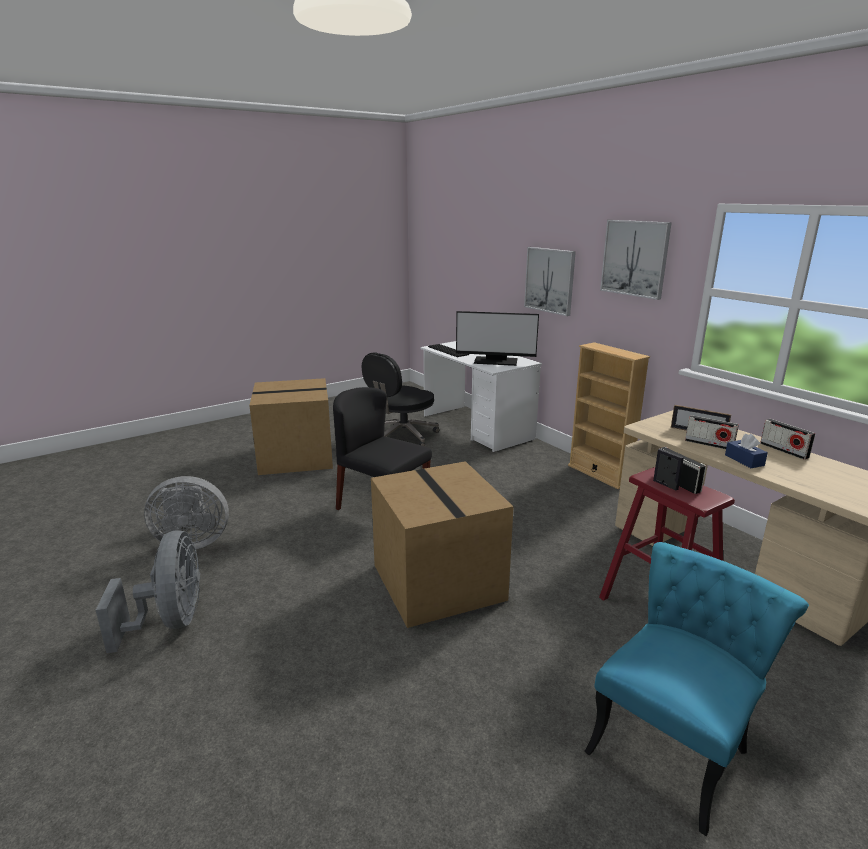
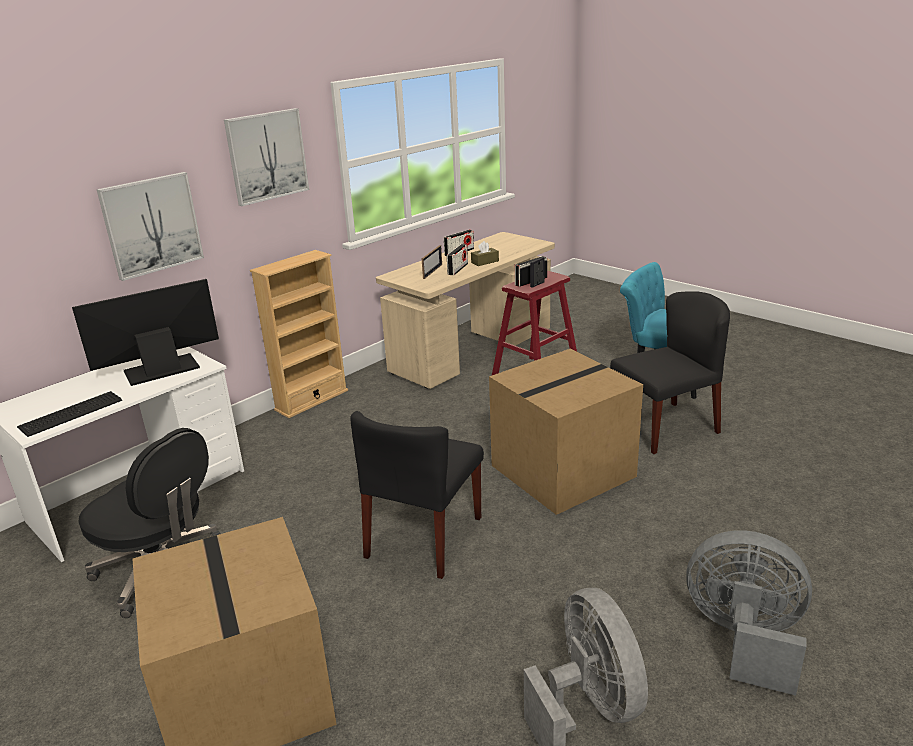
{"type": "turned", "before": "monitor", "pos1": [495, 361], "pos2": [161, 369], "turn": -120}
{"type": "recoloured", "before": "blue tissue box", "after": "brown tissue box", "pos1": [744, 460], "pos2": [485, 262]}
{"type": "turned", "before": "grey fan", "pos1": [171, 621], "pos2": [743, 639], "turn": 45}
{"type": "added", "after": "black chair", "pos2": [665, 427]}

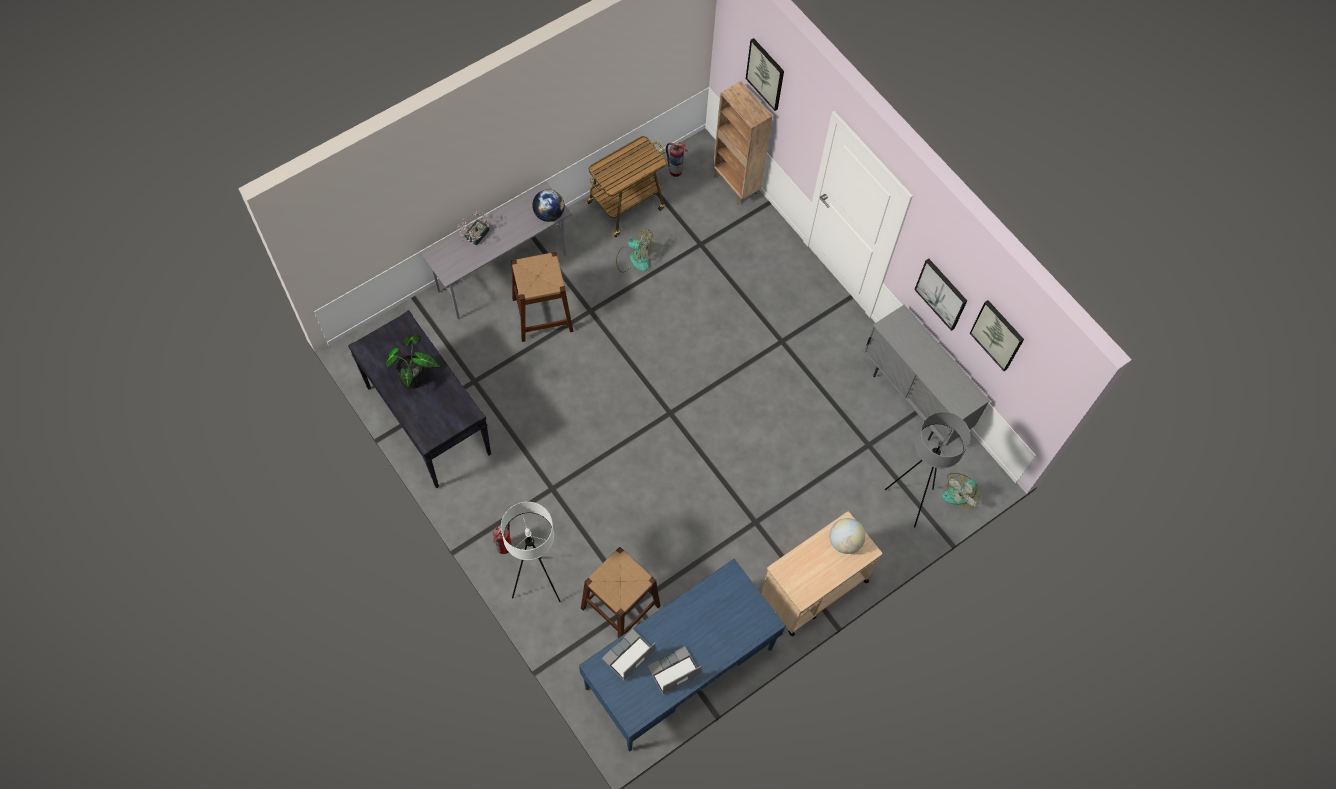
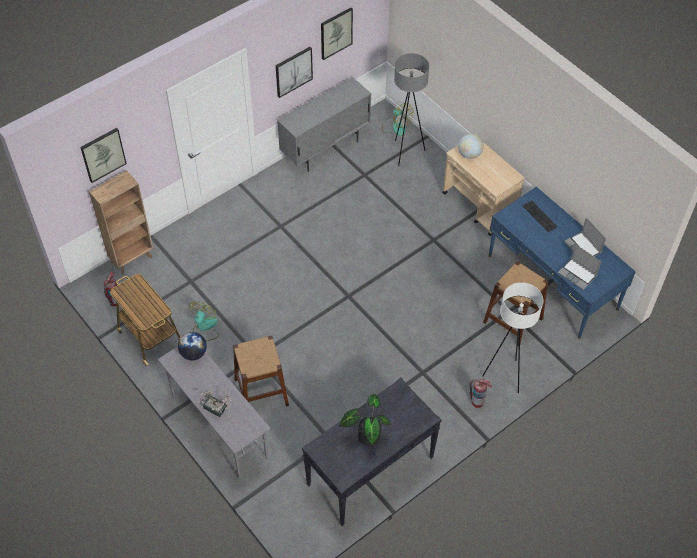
{"type": "added", "after": "keyboard", "pos2": [540, 216]}

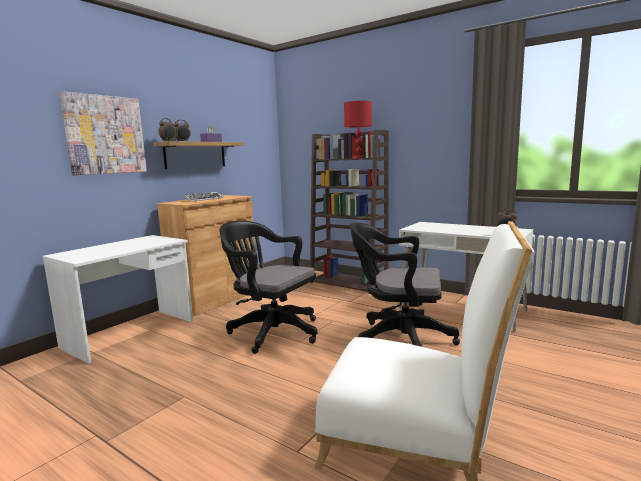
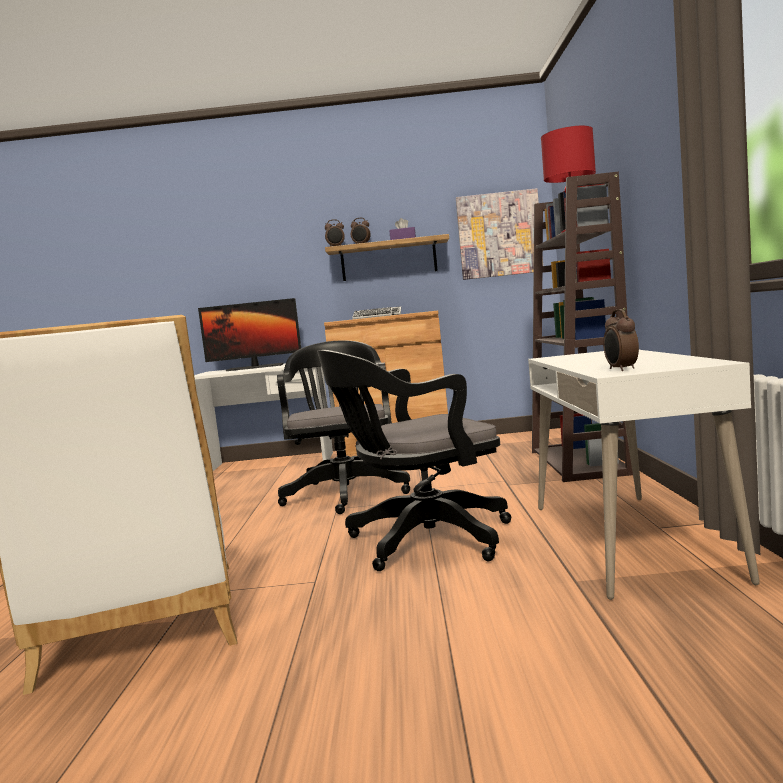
{"type": "moved", "before": "picture", "pos1": [105, 135], "pos2": [499, 234]}
{"type": "turned", "before": "black office chair", "pos1": [399, 339], "pos2": [421, 541], "turn": -90}
{"type": "added", "after": "monitor", "pos2": [255, 367]}

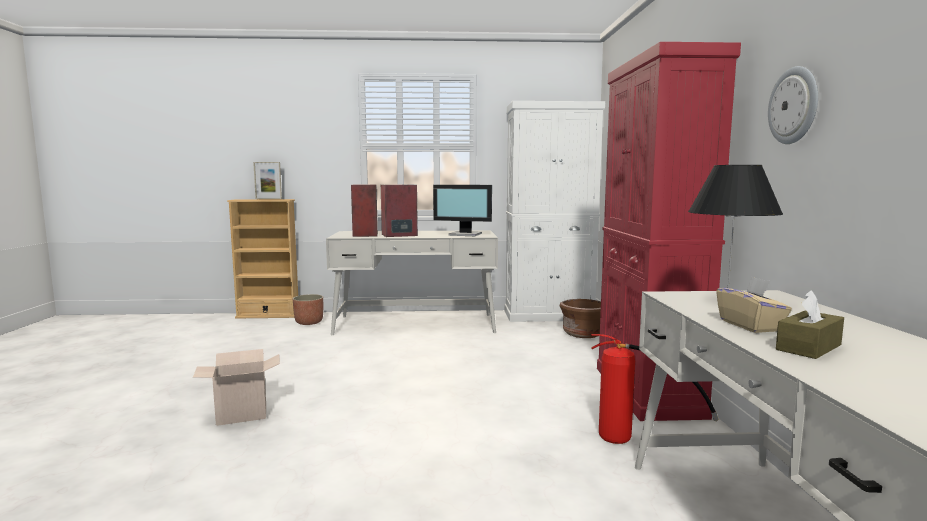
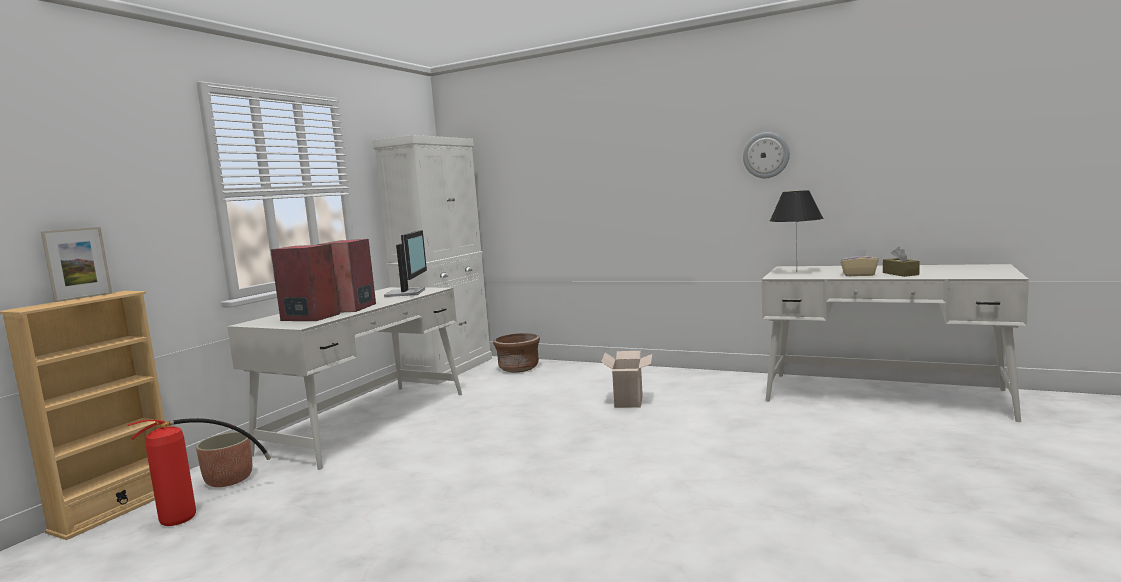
{"type": "removed", "before": "red cabinet", "pos1": [647, 391]}
{"type": "turned", "before": "monitor", "pos1": [465, 234], "pos2": [407, 293], "turn": -45}
{"type": "moved", "before": "fire extinguisher", "pos1": [634, 440], "pos2": [199, 511]}
{"type": "moved", "before": "cardboard box", "pos1": [240, 416], "pos2": [629, 402]}

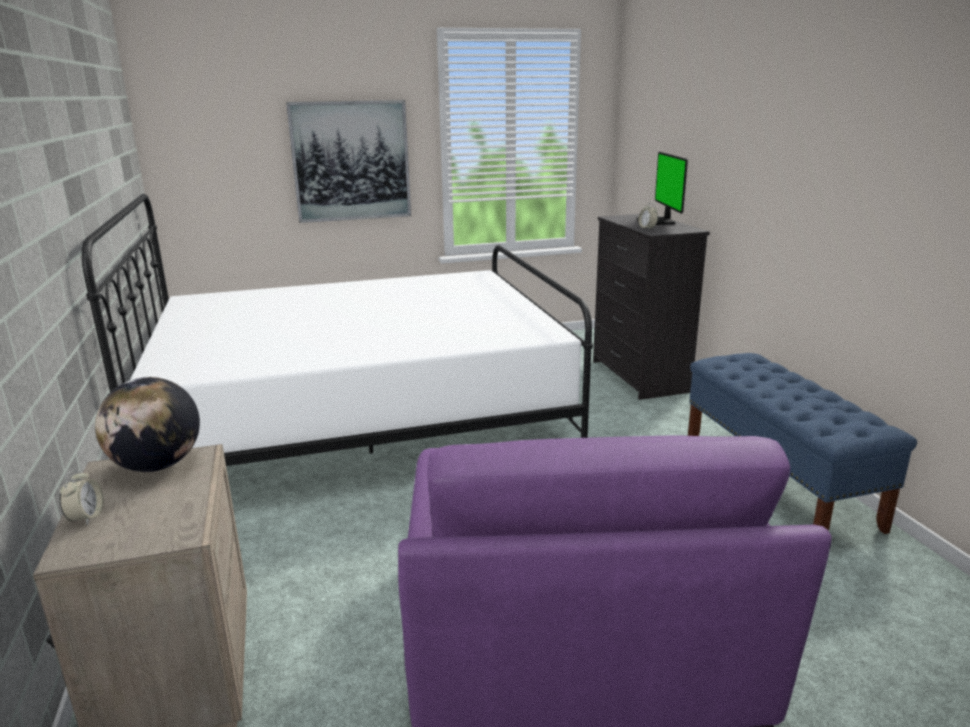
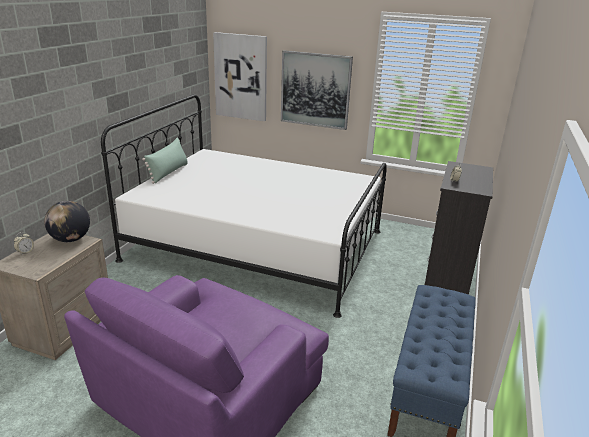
{"type": "removed", "before": "monitor", "pos1": [657, 222]}
{"type": "added", "after": "picture", "pos2": [241, 77]}
{"type": "added", "after": "green pillow", "pos2": [168, 172]}

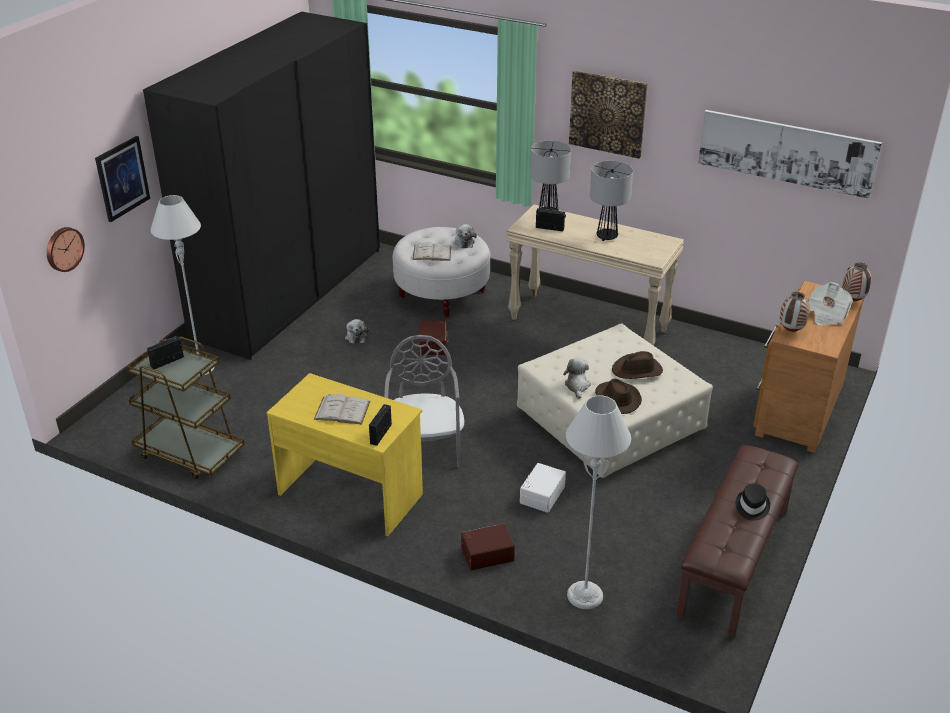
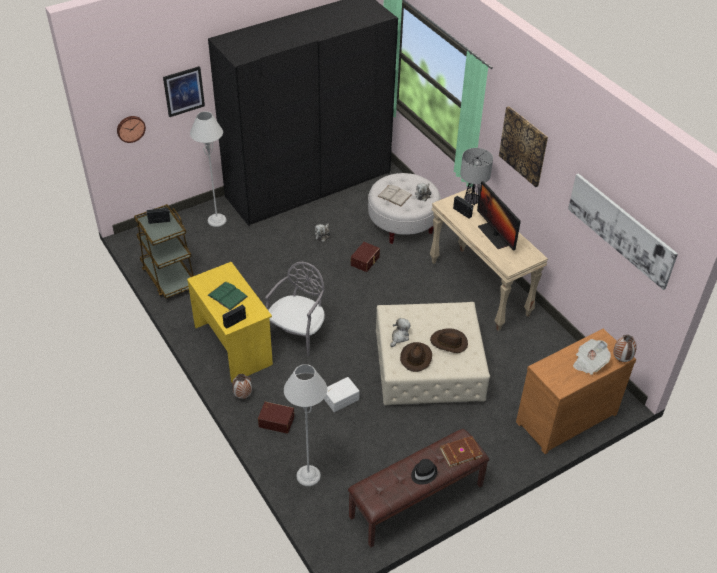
{"type": "replaced", "before": "table lamp", "after": "monitor", "pos1": [607, 237], "pos2": [495, 235]}
{"type": "moved", "before": "vase", "pos1": [791, 331], "pos2": [243, 396]}
{"type": "recoloured", "before": "white book", "after": "green book", "pos1": [342, 410], "pos2": [227, 296]}
{"type": "added", "after": "brown book", "pos2": [460, 452]}

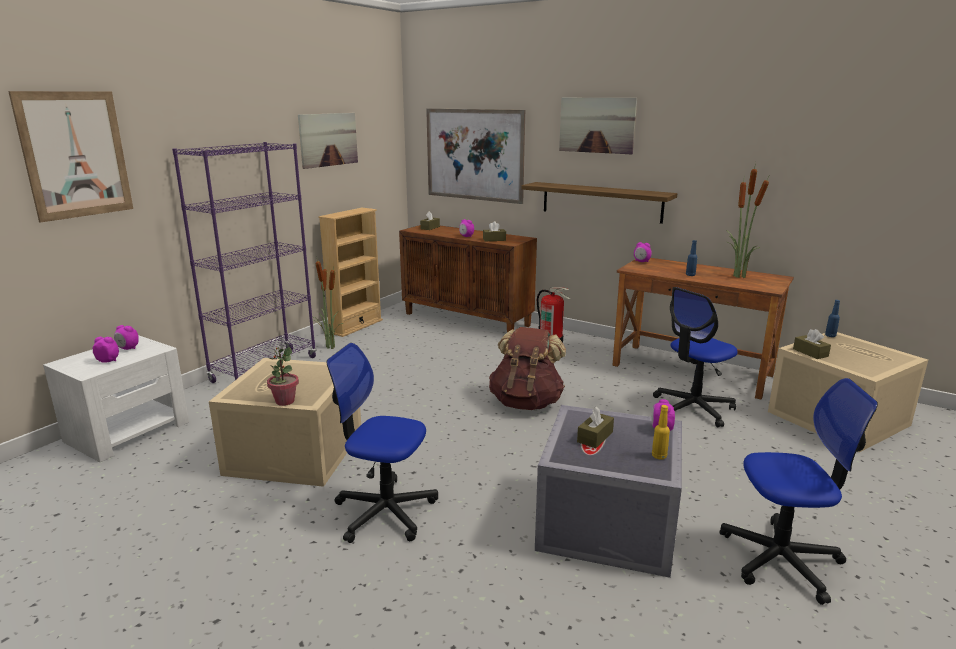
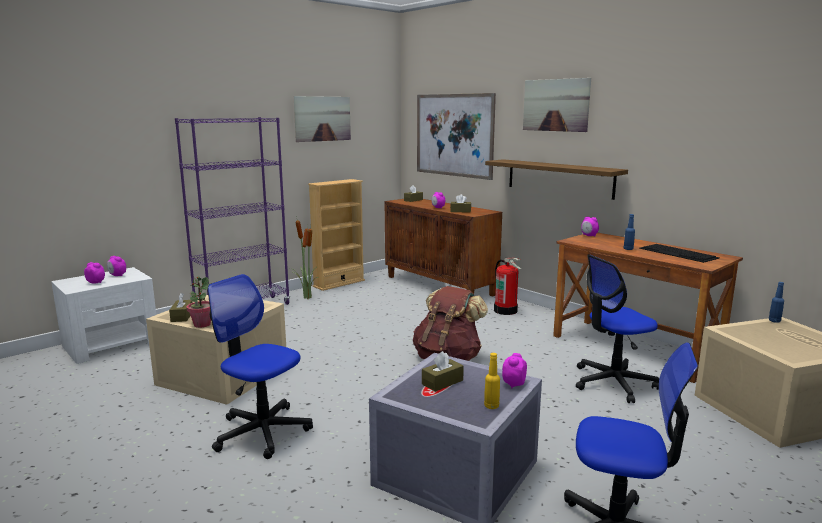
{"type": "removed", "before": "picture", "pos1": [75, 155]}
{"type": "replaced", "before": "potted plant", "after": "keyboard", "pos1": [738, 276], "pos2": [679, 253]}
{"type": "moved", "before": "brown tissue box", "pos1": [810, 352], "pos2": [182, 316]}

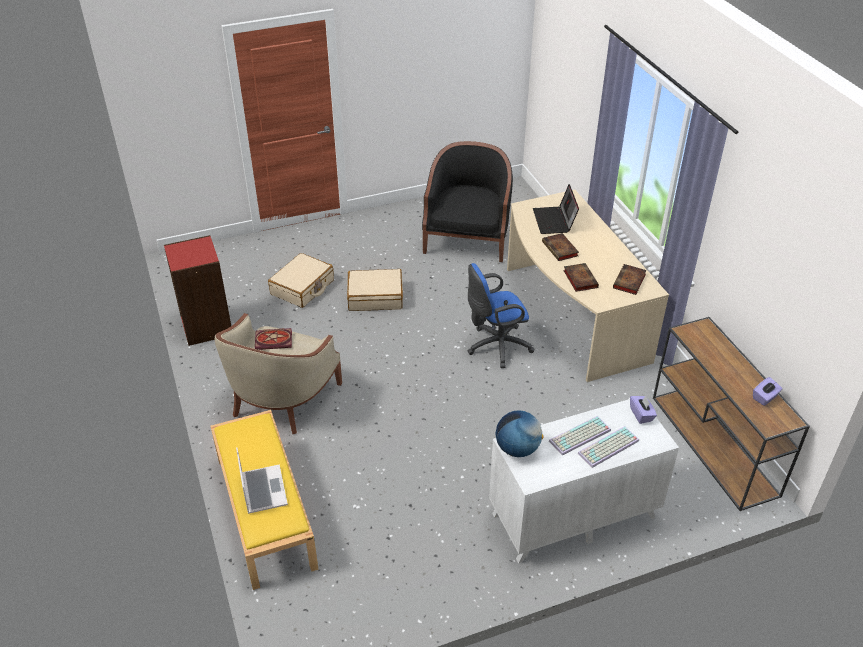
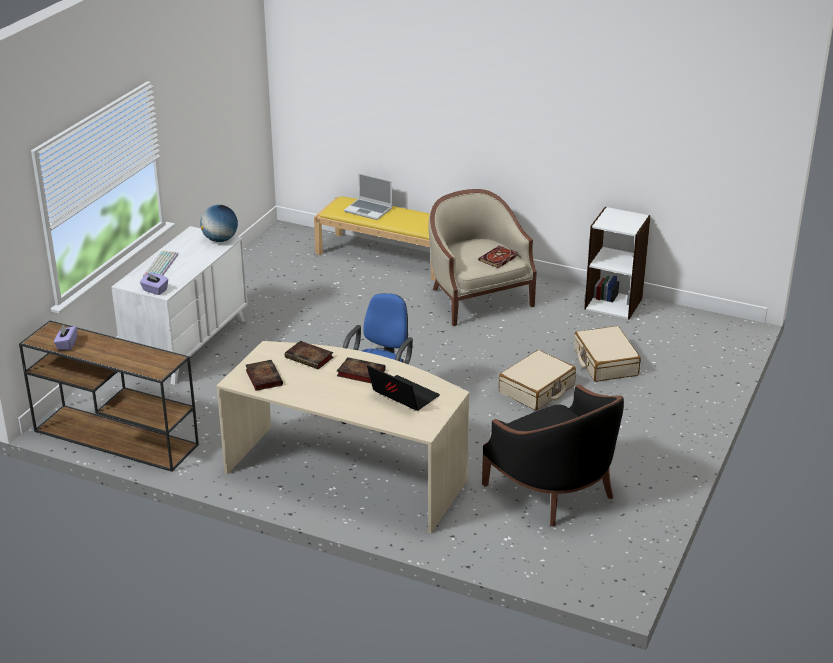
{"type": "recoloured", "before": "red bookcase", "after": "white bookcase", "pos1": [206, 326], "pos2": [613, 303]}
{"type": "removed", "before": "keyboard", "pos1": [580, 437]}

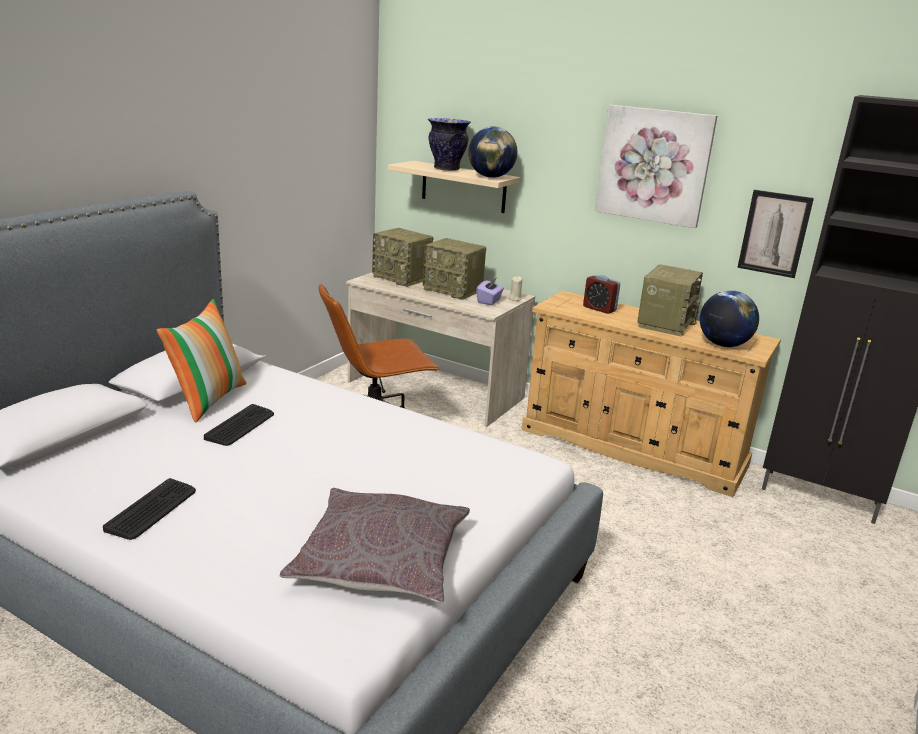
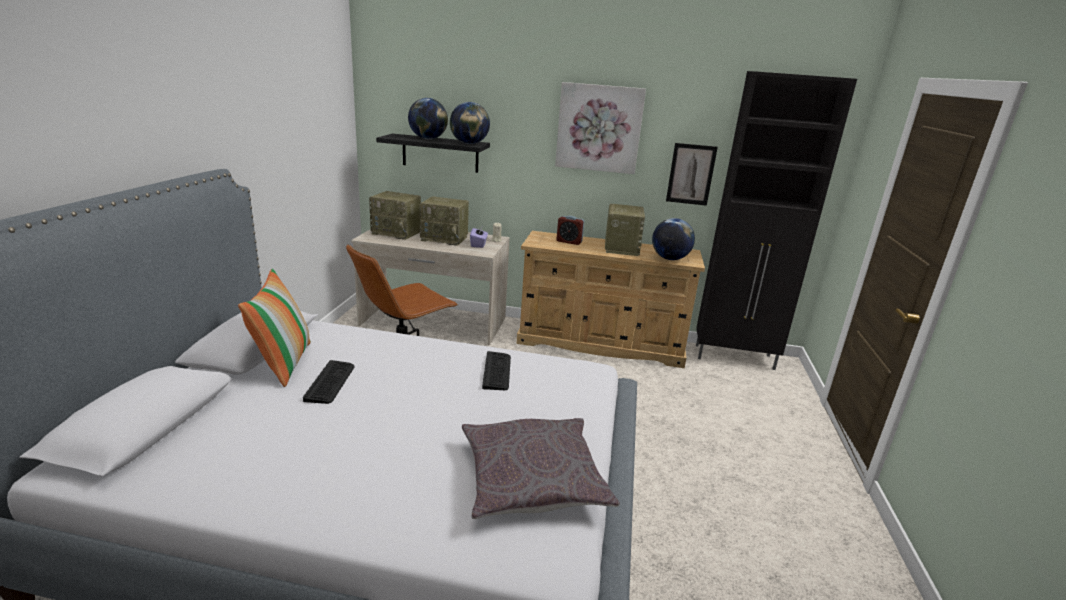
{"type": "replaced", "before": "vase", "after": "globe", "pos1": [447, 169], "pos2": [428, 139]}
{"type": "recoloured", "before": "beige shelf", "after": "black shelf", "pos1": [463, 187], "pos2": [440, 153]}
{"type": "moved", "before": "keyboard", "pos1": [152, 509], "pos2": [497, 371]}

